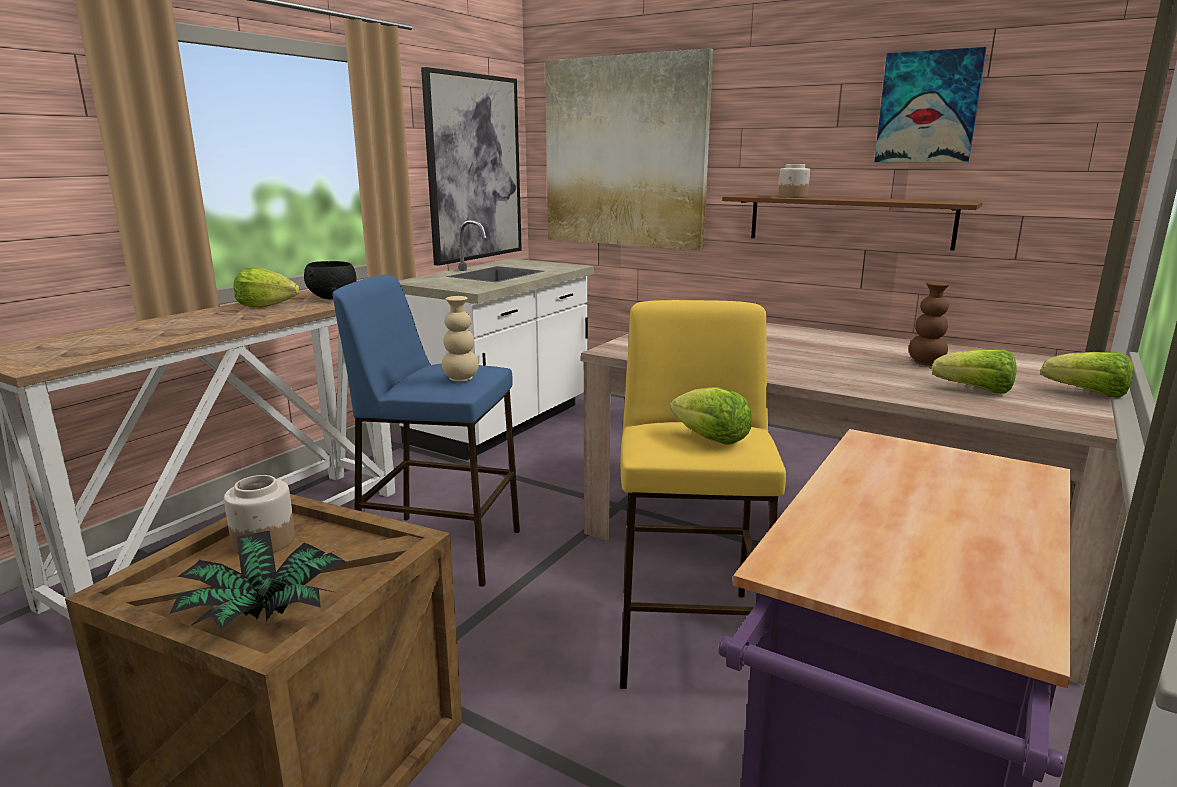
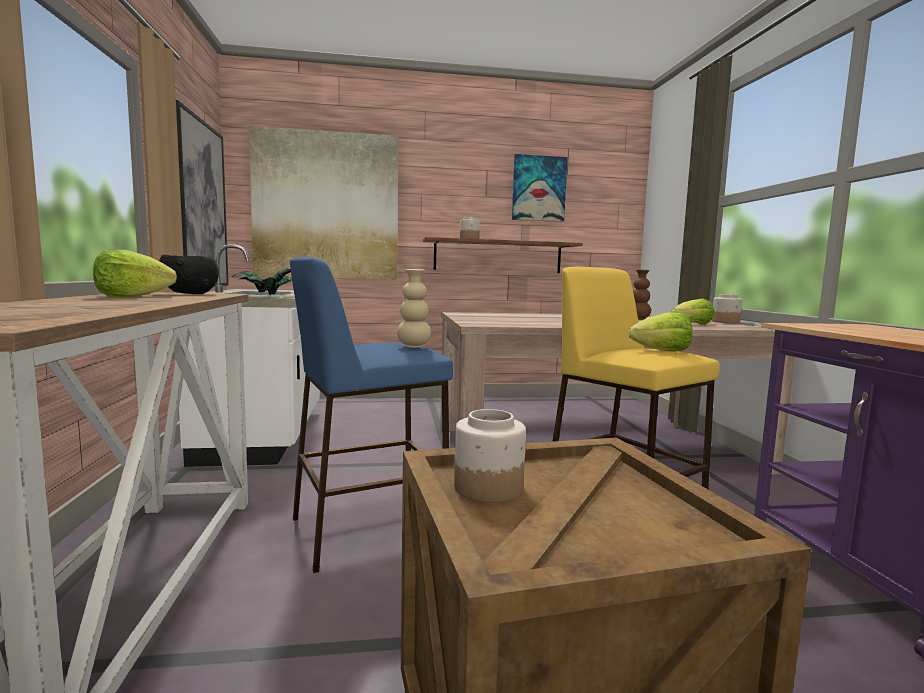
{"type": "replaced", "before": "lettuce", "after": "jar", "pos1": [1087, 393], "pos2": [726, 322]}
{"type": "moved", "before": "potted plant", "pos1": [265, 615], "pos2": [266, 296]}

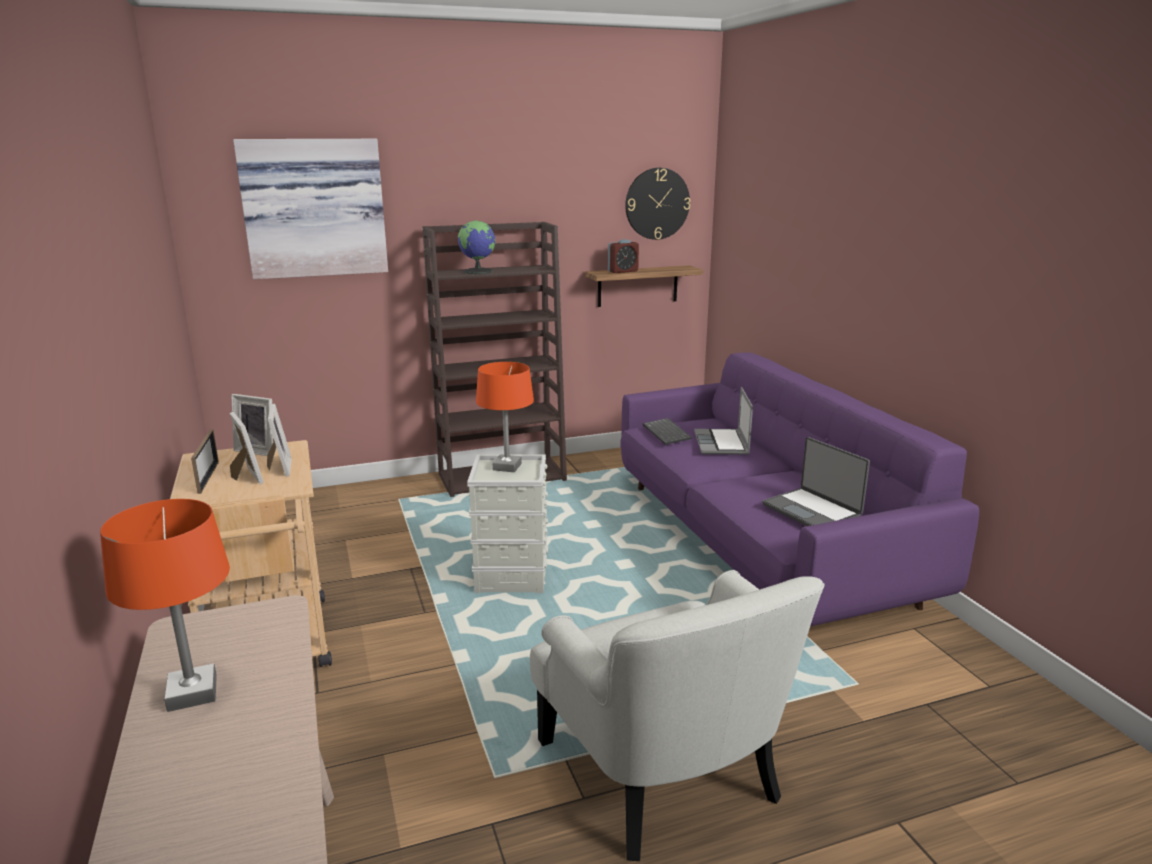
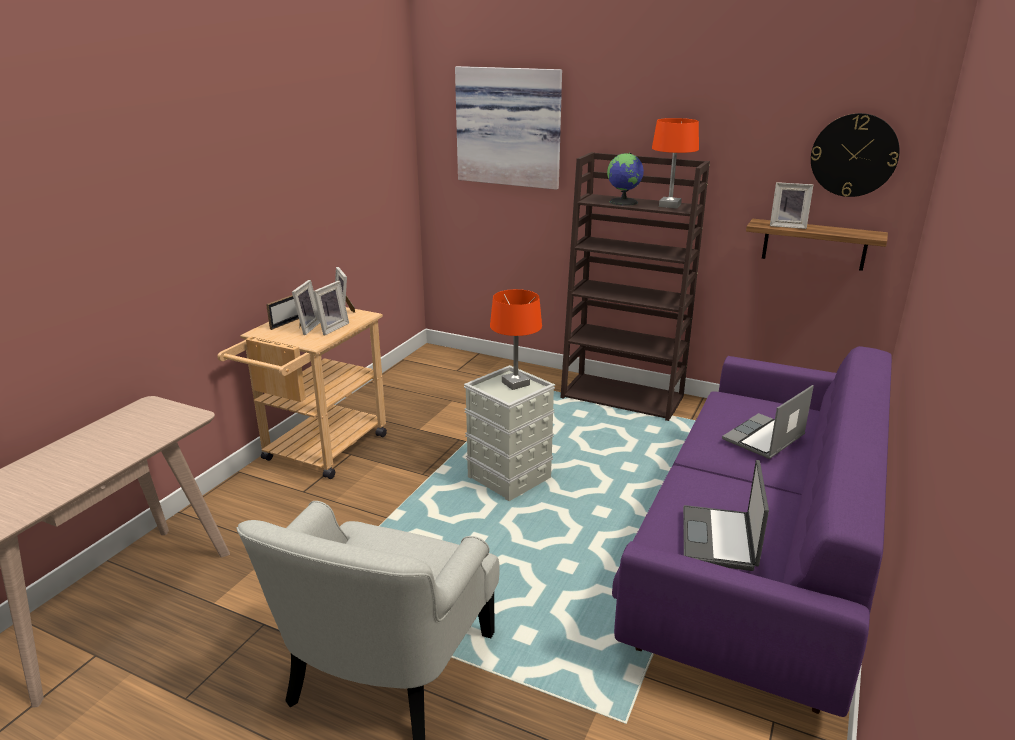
{"type": "replaced", "before": "alarm clock", "after": "picture frame", "pos1": [623, 271], "pos2": [787, 226]}
{"type": "removed", "before": "keyboard", "pos1": [668, 433]}
{"type": "moved", "before": "orange table lamp", "pos1": [192, 693], "pos2": [670, 205]}

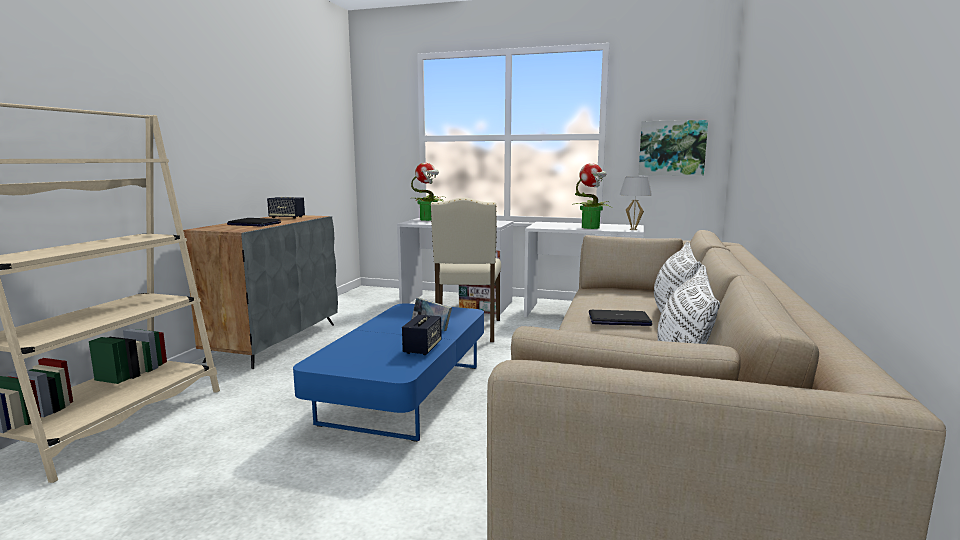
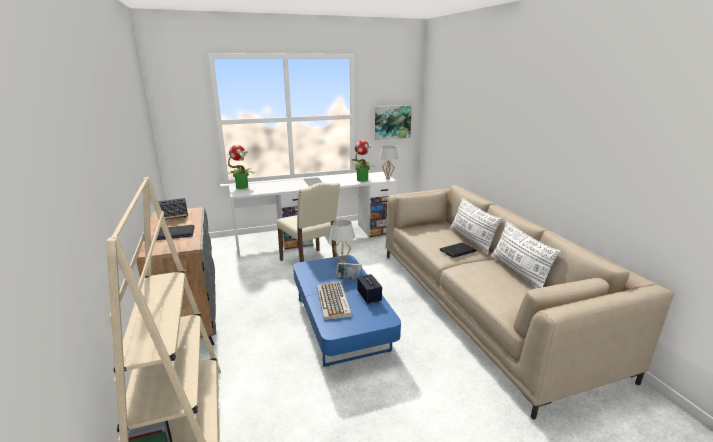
{"type": "added", "after": "white table lamp", "pos2": [342, 262]}
{"type": "added", "after": "keyboard", "pos2": [333, 301]}

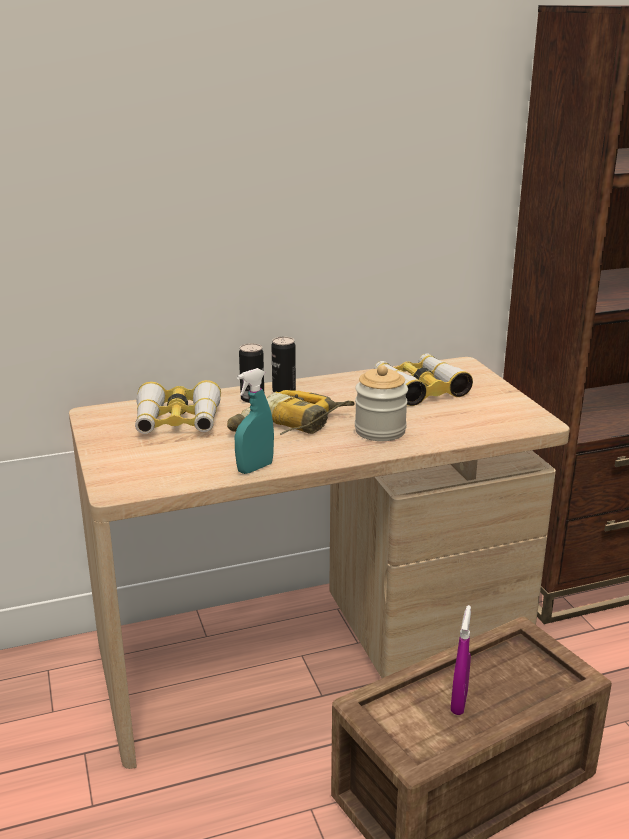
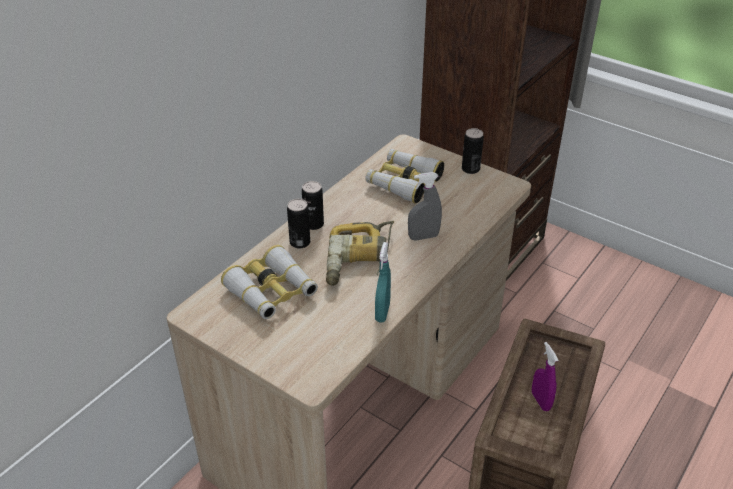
{"type": "replaced", "before": "jar", "after": "grey spray bottle", "pos1": [380, 431], "pos2": [423, 237]}
{"type": "added", "after": "can", "pos2": [470, 169]}

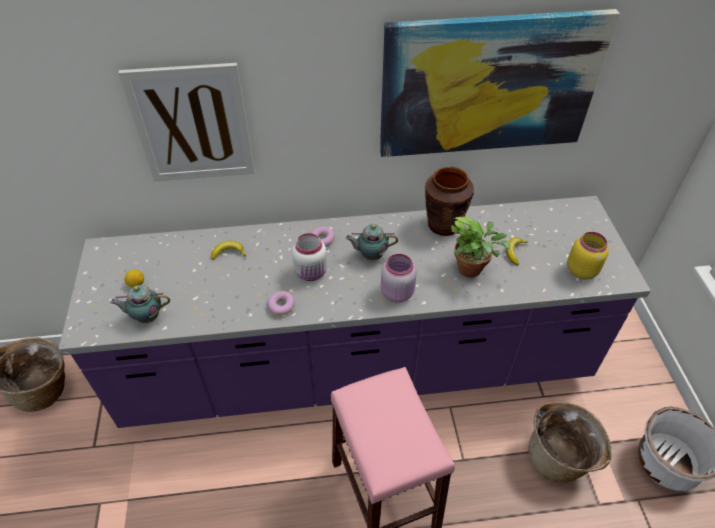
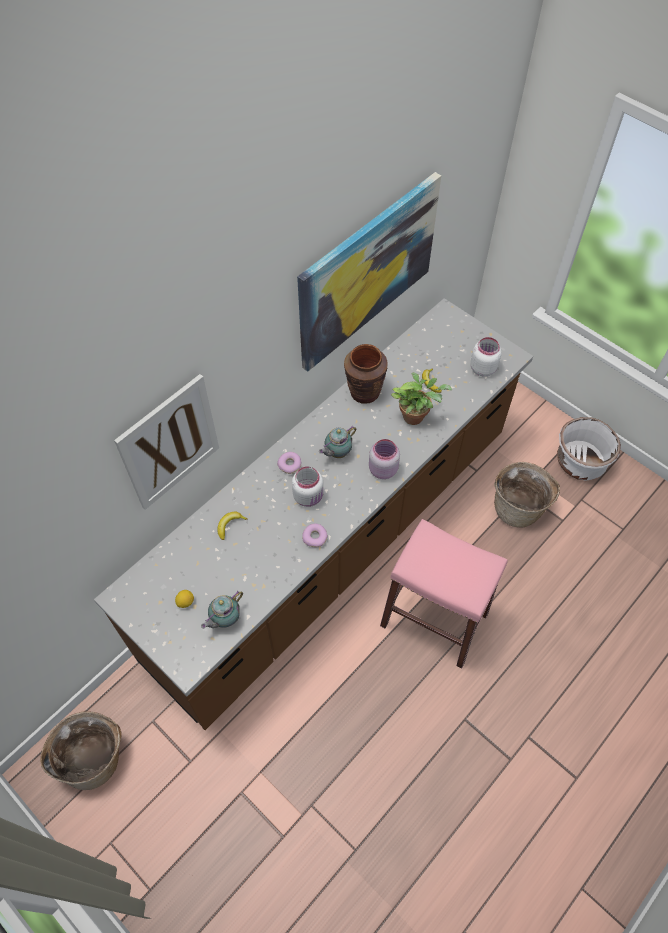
{"type": "recoloured", "before": "purple counter", "after": "brown counter", "pos1": [357, 367], "pos2": [334, 544]}
{"type": "recoloured", "before": "yellow jar", "after": "white jar", "pos1": [581, 270], "pos2": [482, 368]}

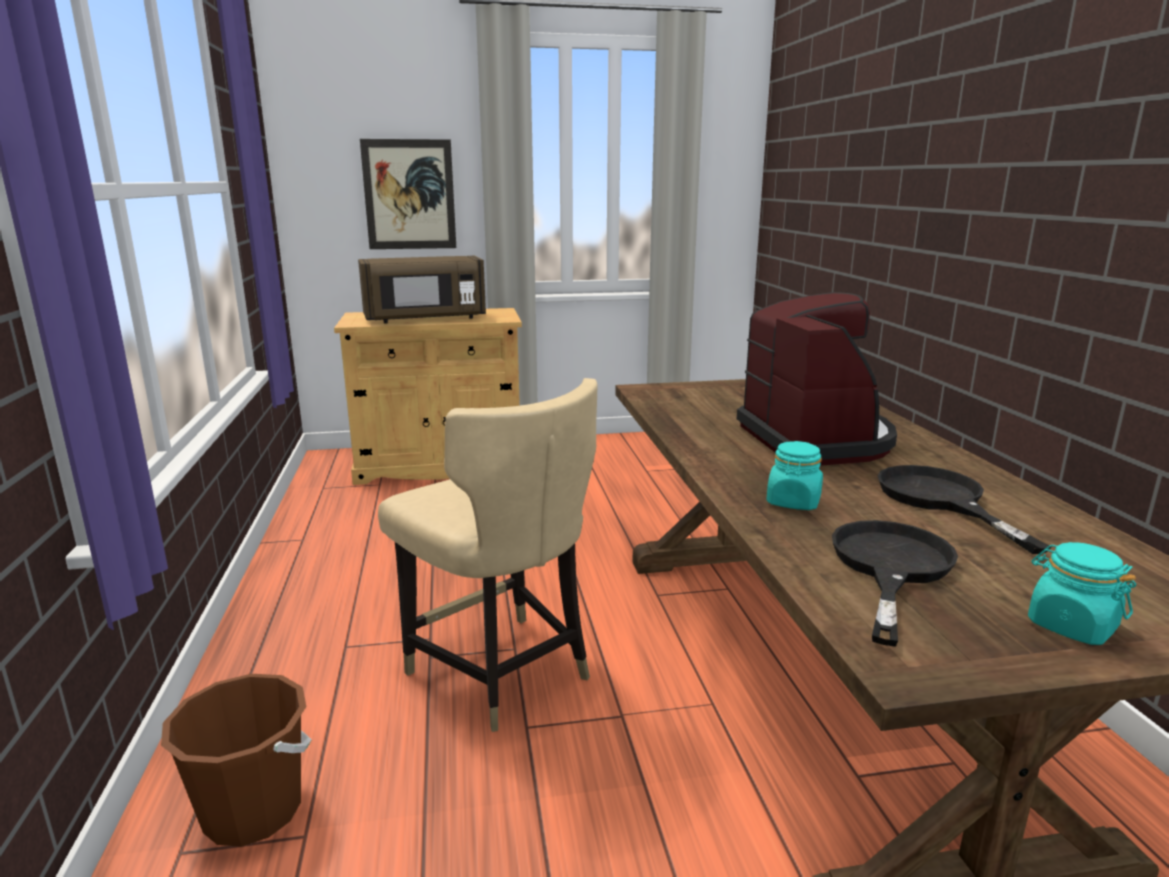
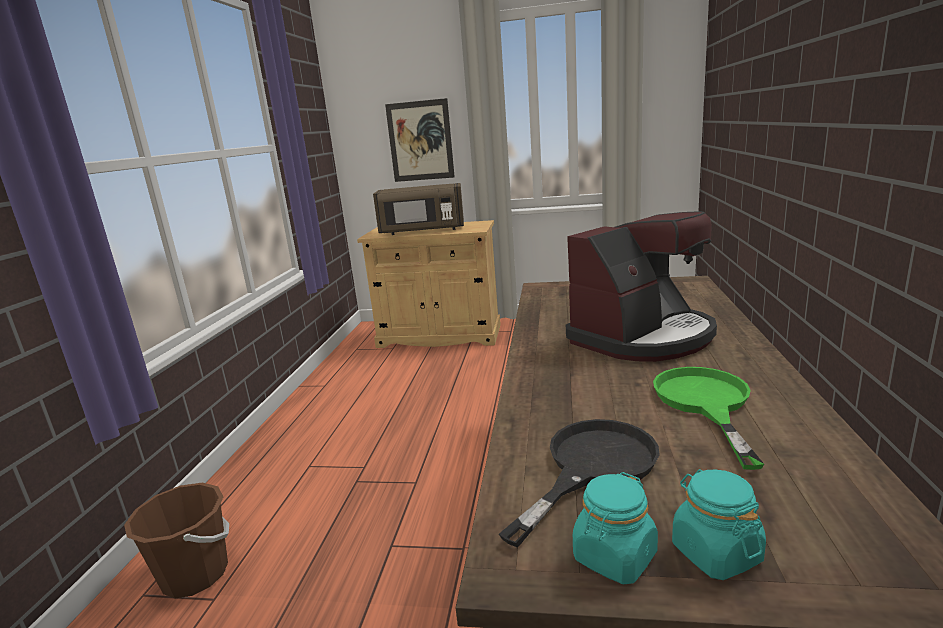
{"type": "turned", "before": "coffee machine", "pos1": [816, 440], "pos2": [642, 337], "turn": 45}
{"type": "removed", "before": "beige chair", "pos1": [501, 672]}
{"type": "moved", "before": "turquoise jar", "pos1": [793, 502], "pos2": [614, 557]}
{"type": "recoloured", "before": "black frying pan", "after": "green frying pan", "pos1": [940, 500], "pos2": [705, 403]}

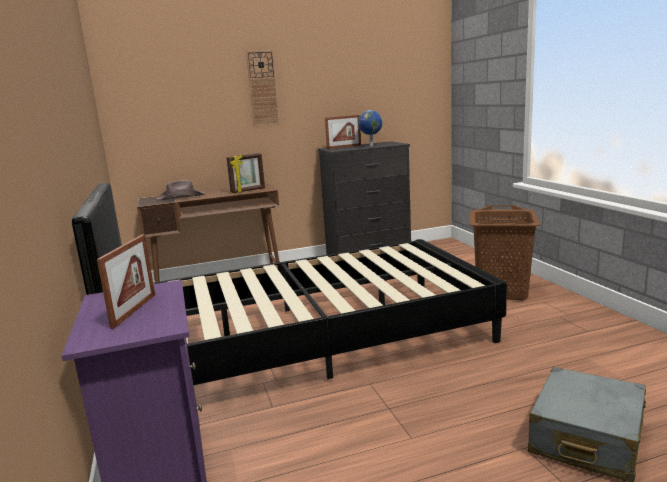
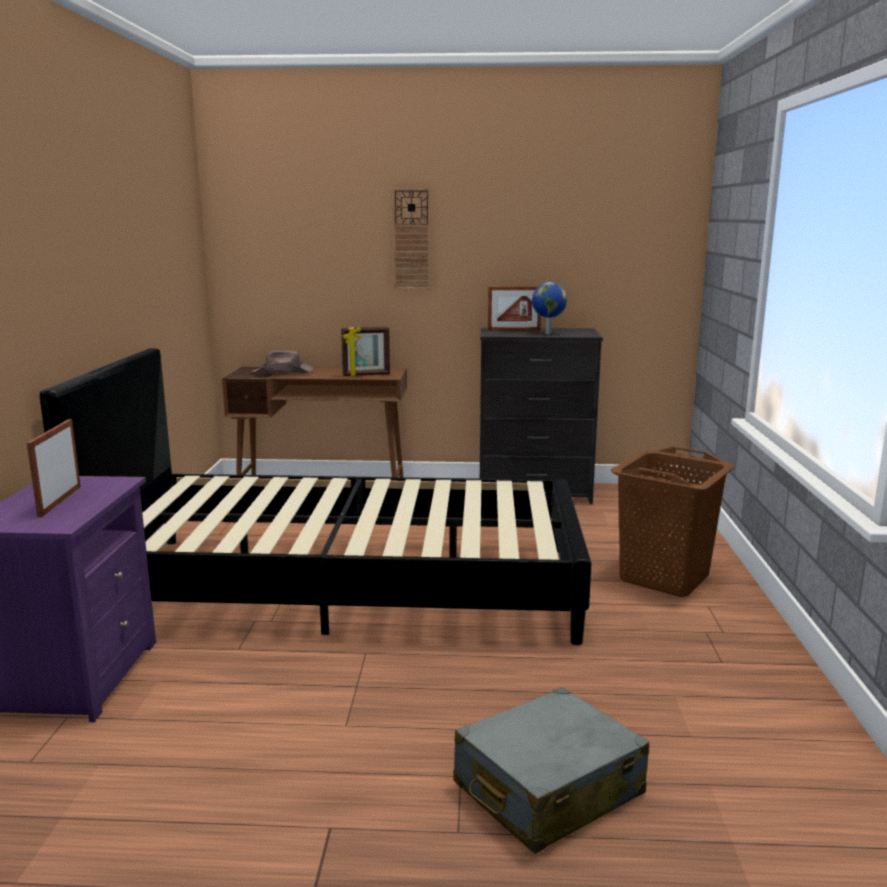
{"type": "turned", "before": "picture frame", "pos1": [134, 310], "pos2": [60, 501], "turn": 150}

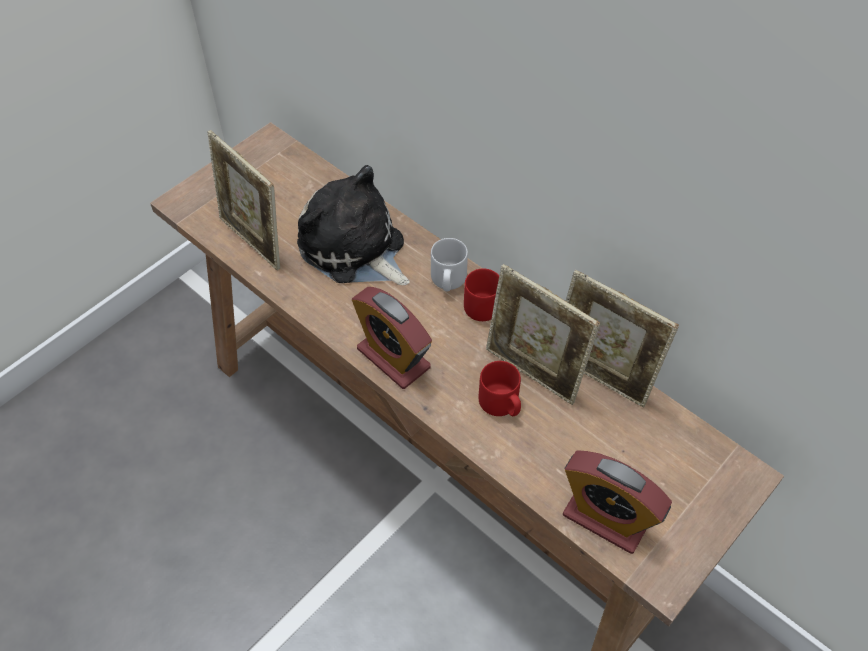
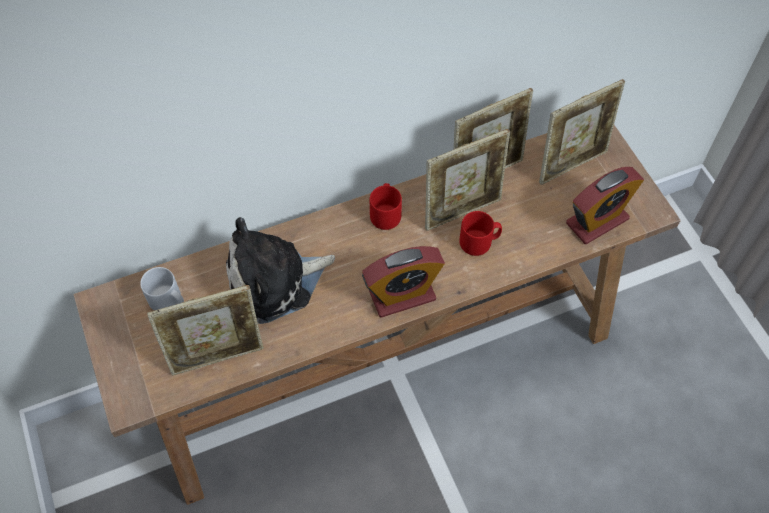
{"type": "moved", "before": "grey mug", "pos1": [448, 280], "pos2": [168, 301]}
{"type": "added", "after": "picture frame", "pos2": [571, 164]}

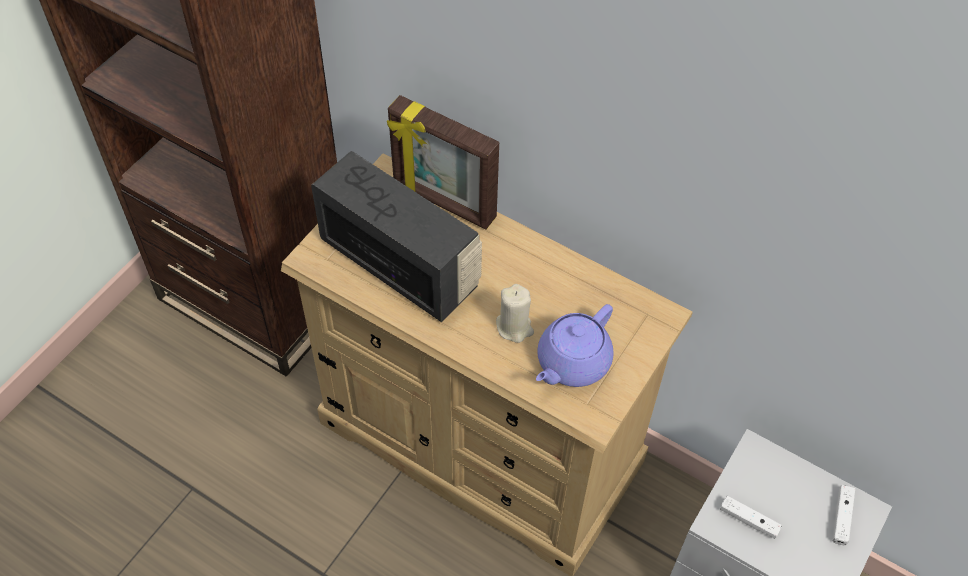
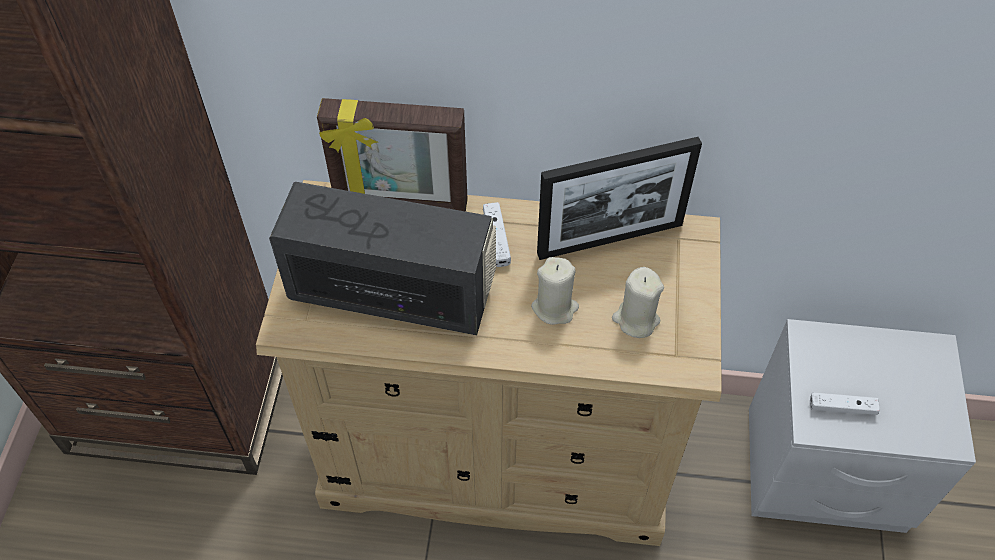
{"type": "replaced", "before": "purple teapot", "after": "beige candle", "pos1": [572, 362], "pos2": [635, 319]}
{"type": "moved", "before": "white game controller", "pos1": [841, 517], "pos2": [496, 239]}
{"type": "added", "after": "picture frame", "pos2": [610, 239]}

